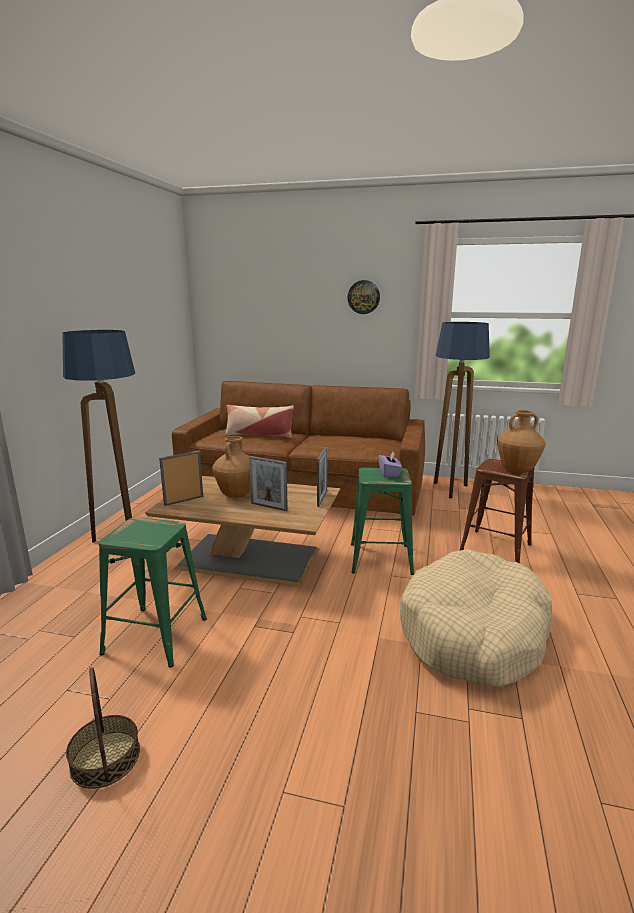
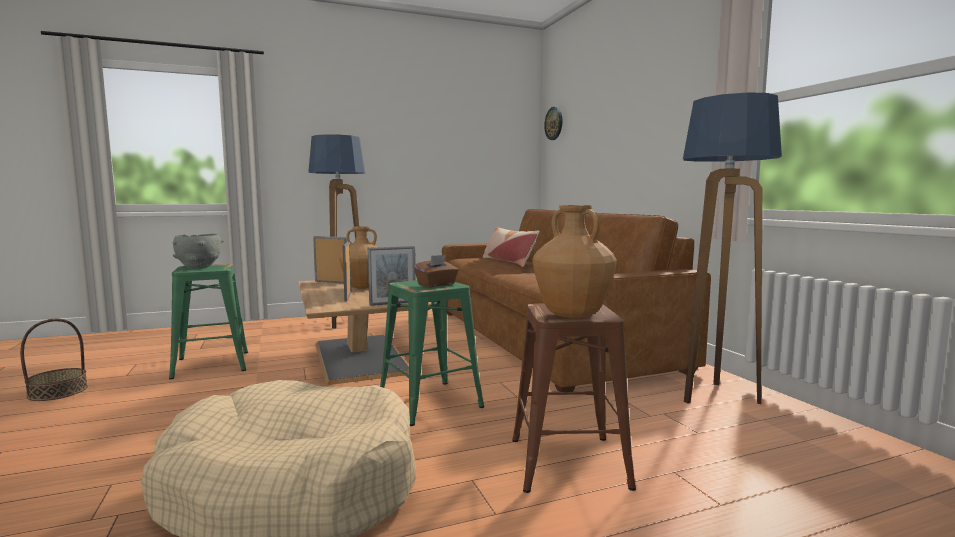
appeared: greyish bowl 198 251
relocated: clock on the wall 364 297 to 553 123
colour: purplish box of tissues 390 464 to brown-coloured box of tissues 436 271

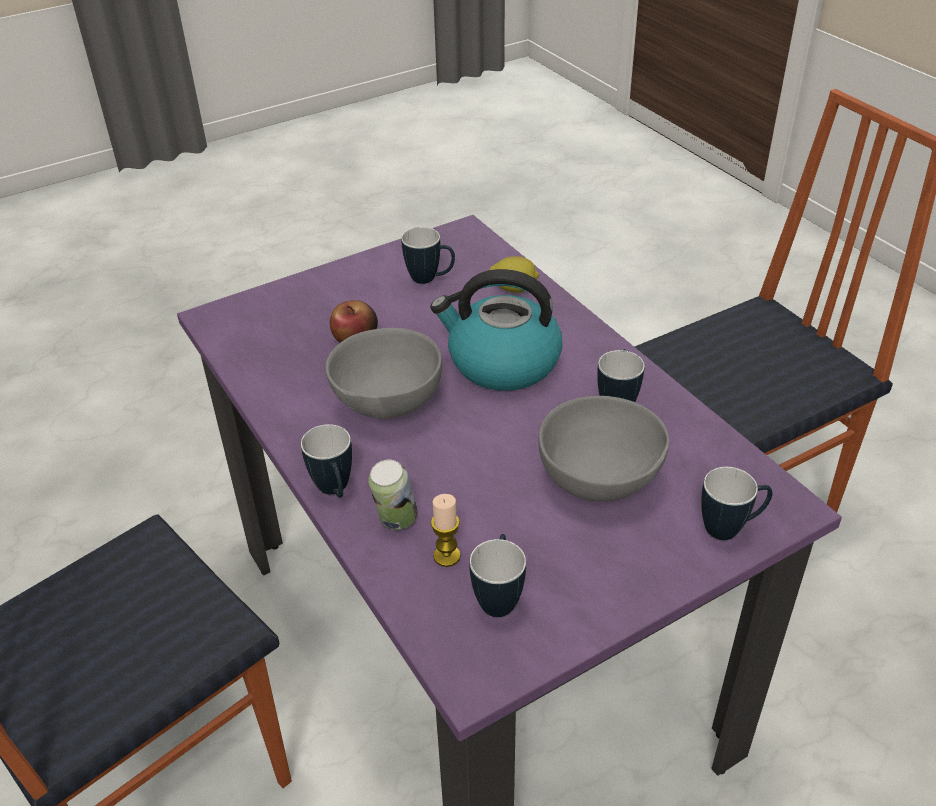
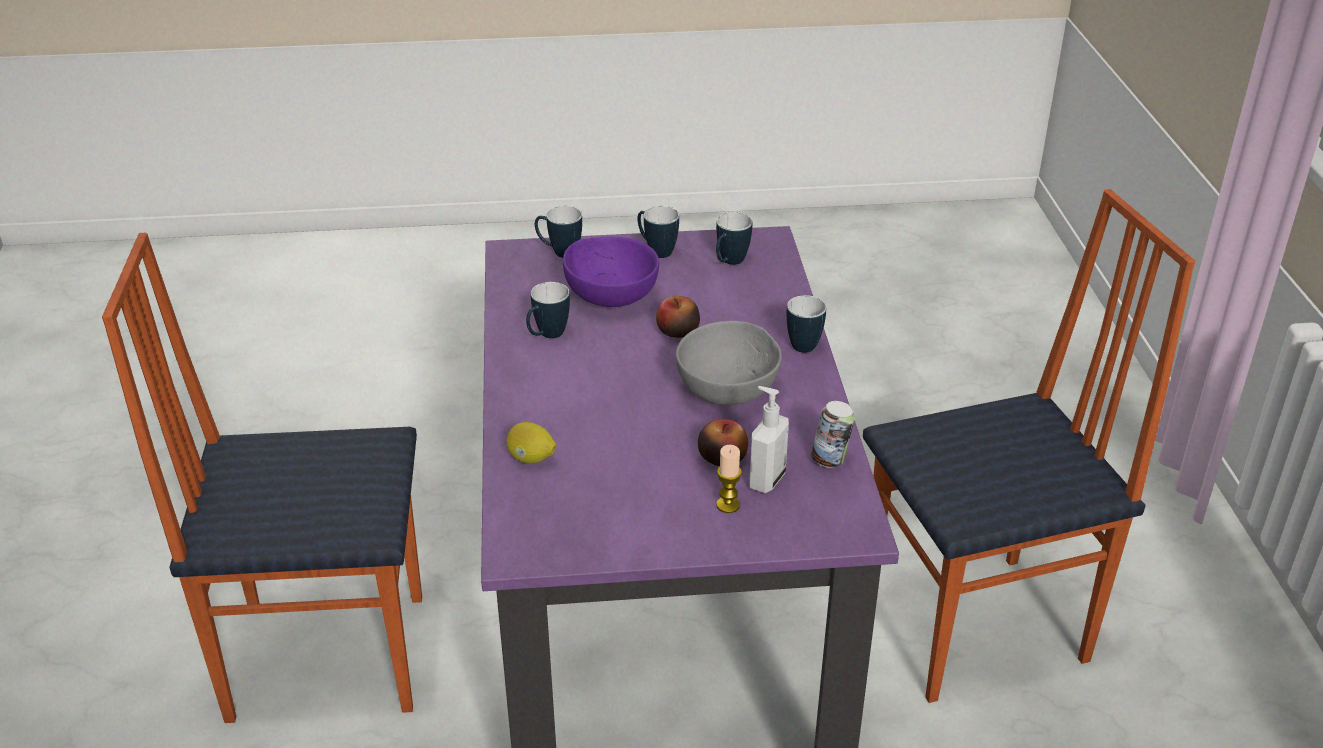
missing: kettle 496 330
appeared: apple fruit 678 317; soap dispenser 769 439
relocated: coffee mug 428 255 to 658 232; wax candle 446 530 to 729 479; metal can 393 495 to 833 434
colour: greyish bowl 604 449 to purplish bowl 611 271

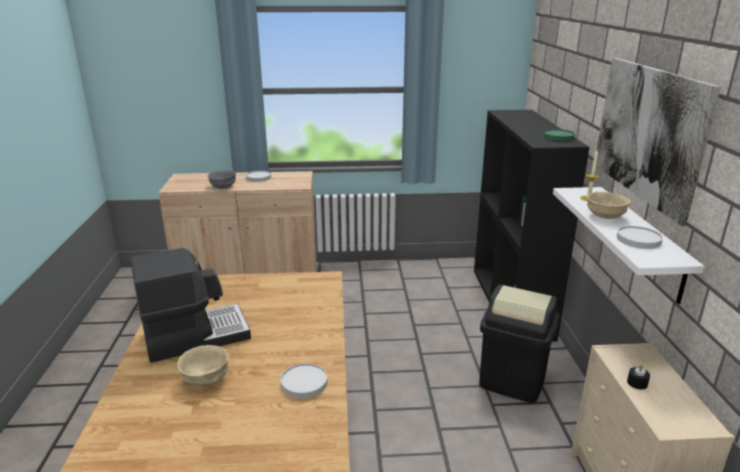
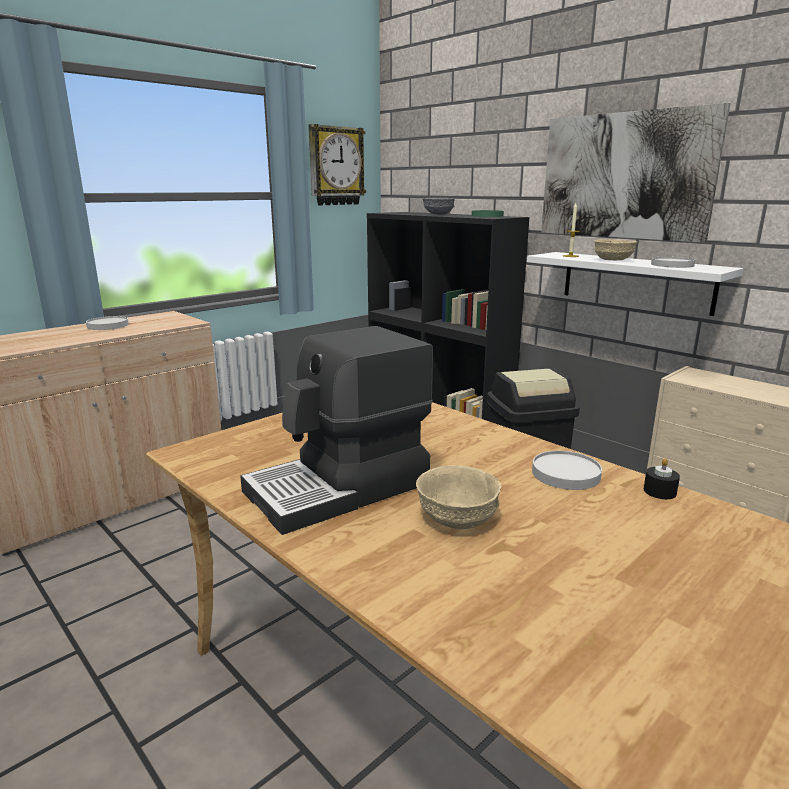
appeared: clock on the wall 337 164
relocated: greyish bowl 222 179 to 438 206; blackish wax candle 638 377 to 662 478
spun: coffee machine 190 305 = 336 430 150 degrees counterclockwise

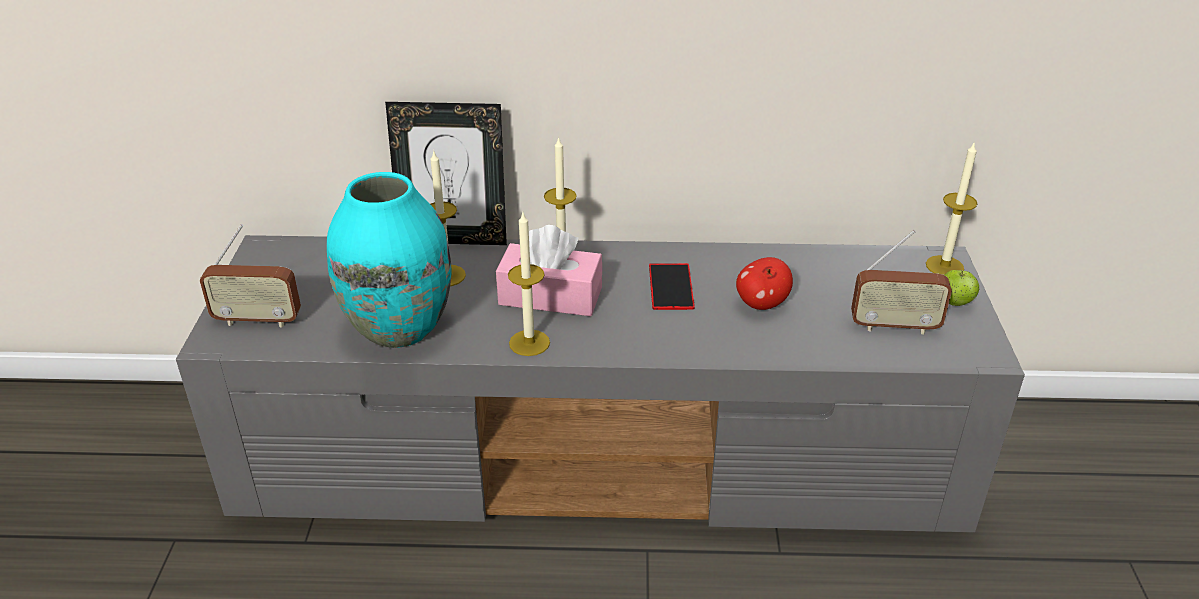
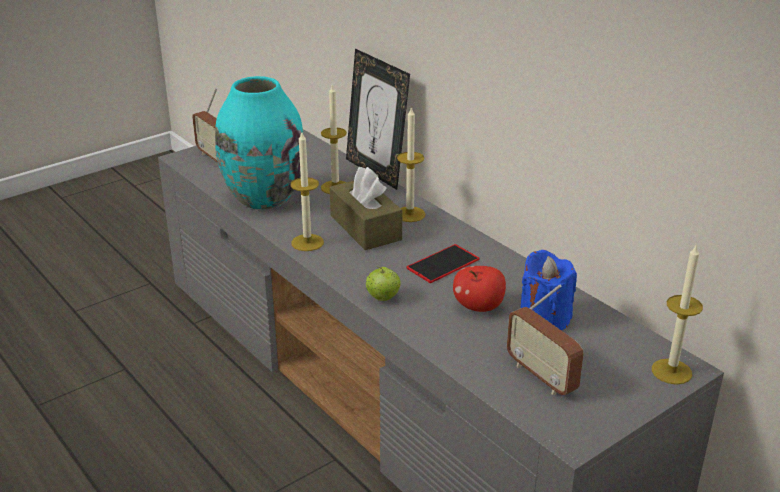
appeared: bluish wax candle 549 290
relocated: apple fruit 962 288 to 383 284
colour: pink box of tissues 549 270 to brown-coloured box of tissues 366 208

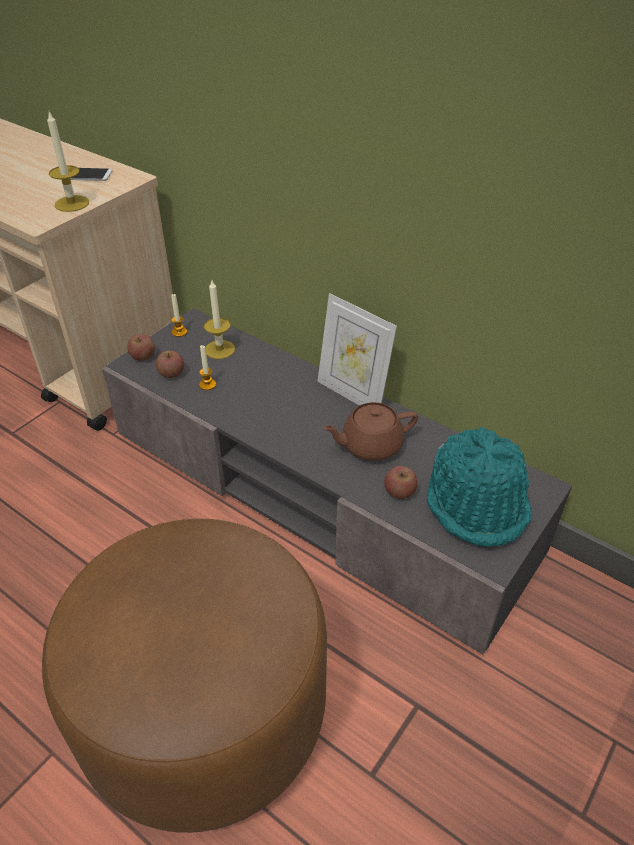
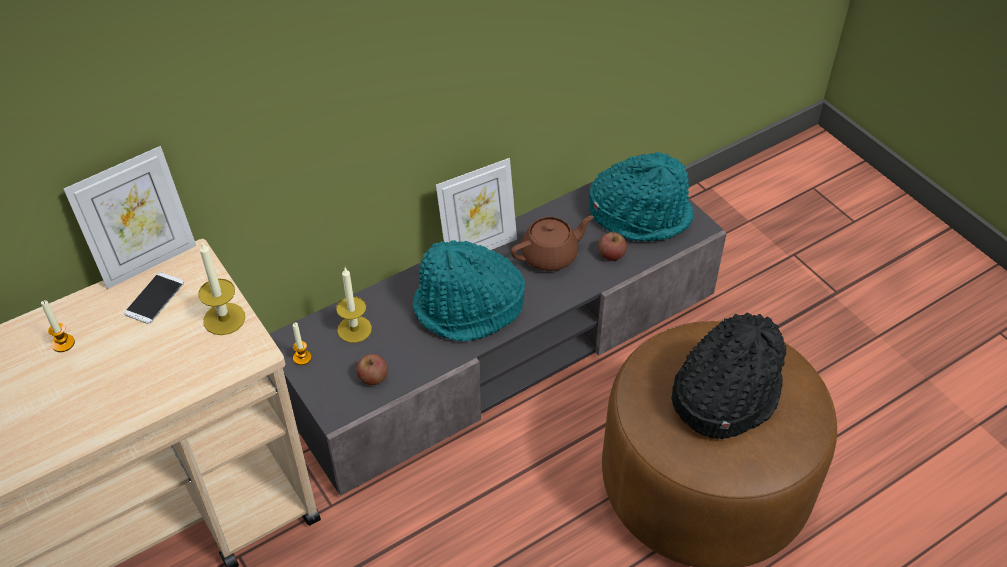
missing: apple fruit 141 347
appeared: standing frame 130 217; turquoise clothing hat 468 290; blackish clothing hat 729 376
relocated: wax candle 207 367 to 58 326
spun: brown-coloured teapot 370 431 = 552 243 120 degrees counterclockwise

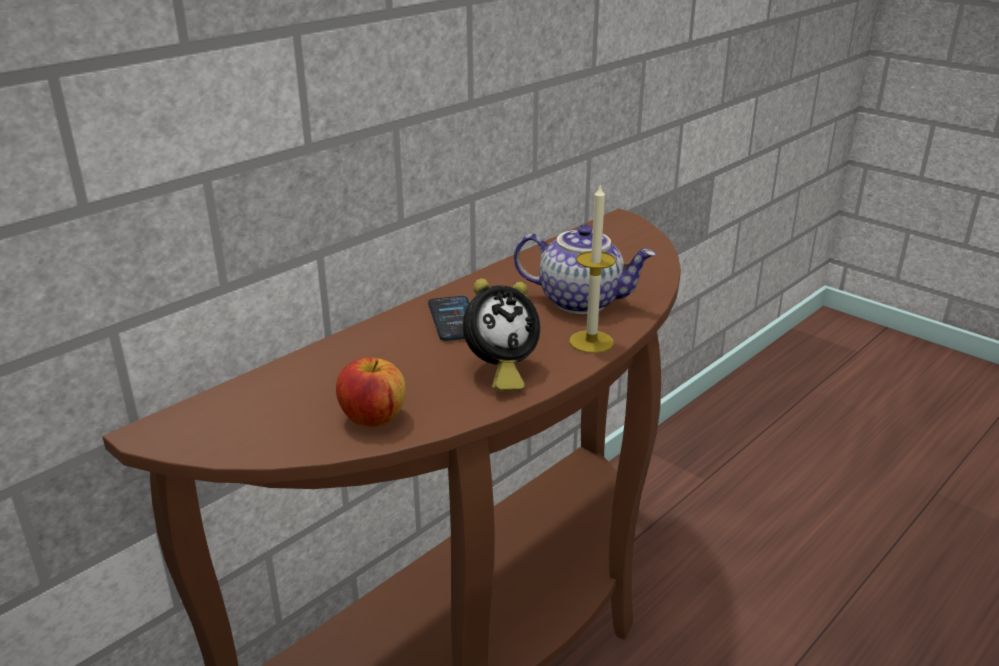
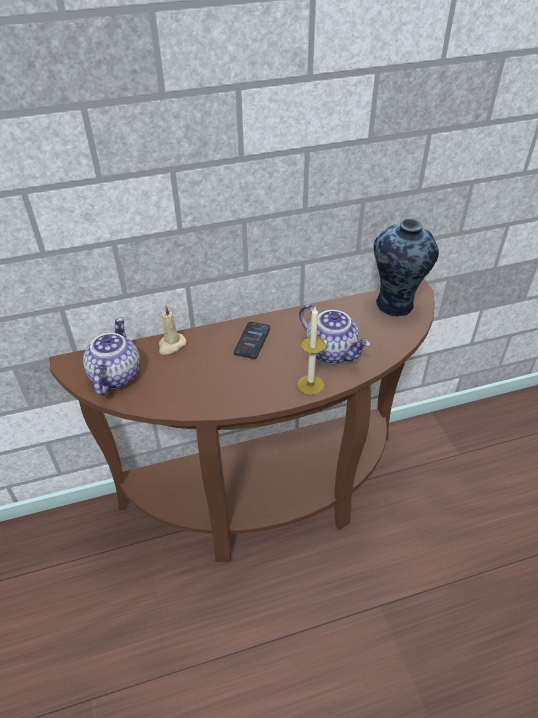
missing: apple fruit 371 392; alarm clock 501 335
appeared: teapot 111 357; beige-coloured wax candle 172 330; decorative vase 406 267

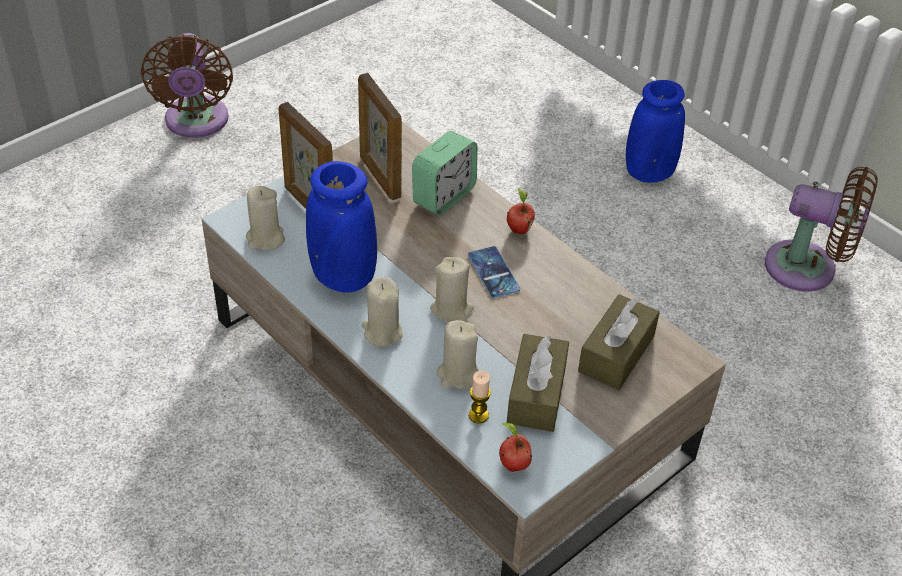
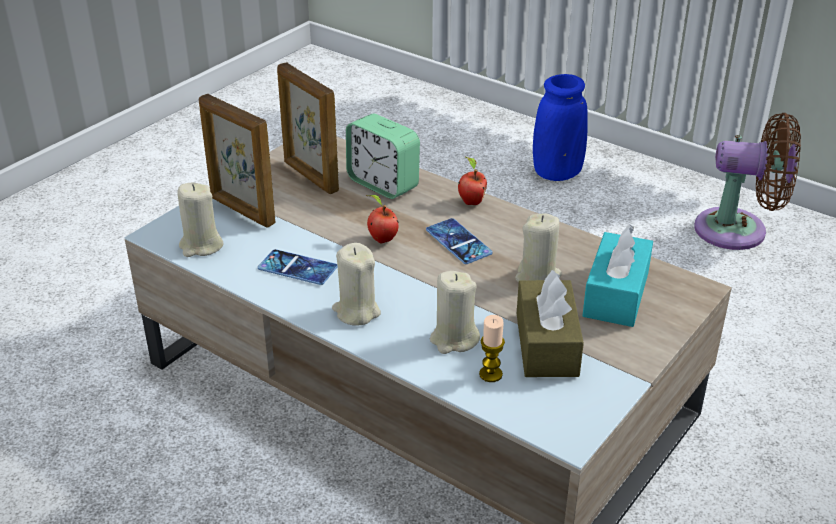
missing: brown-coloured fan 187 85
relocated: apple fruit 515 447 to 382 219; beige-coloured wax candle 452 289 to 538 247
exchanged: bluish decorative vase 341 227 to handset 298 267
colour: brown-coloured box of tissues 619 342 to turquoise box of tissues 617 275
spun: alarm clock 444 173 = 383 156 105 degrees clockwise

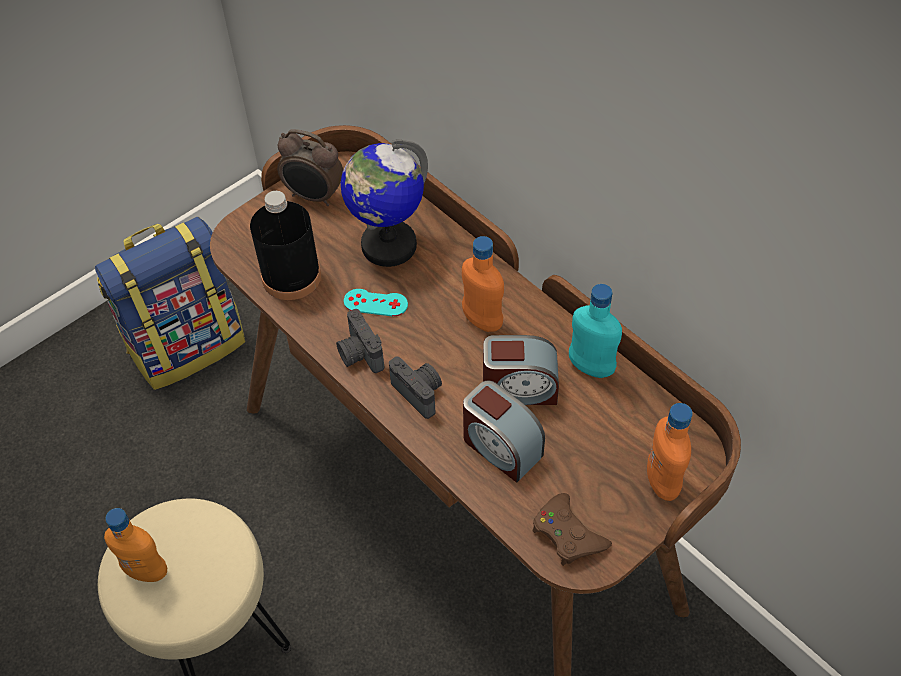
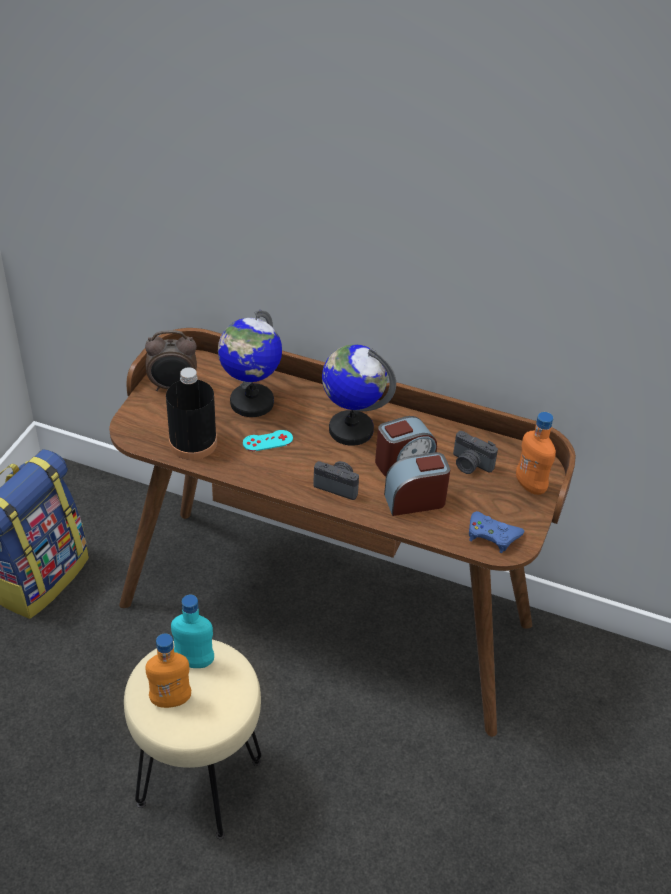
relocated: turquoise beverage bottle 595 331 to 192 631; photo camera 360 341 to 475 452
exchanged: orange-coloured beverage bottle 483 284 to world globe 359 395
colour: brown-coloured joypad 572 529 to bluish joypad 496 532
spun: alarm clock 504 432 = 417 484 150 degrees clockwise

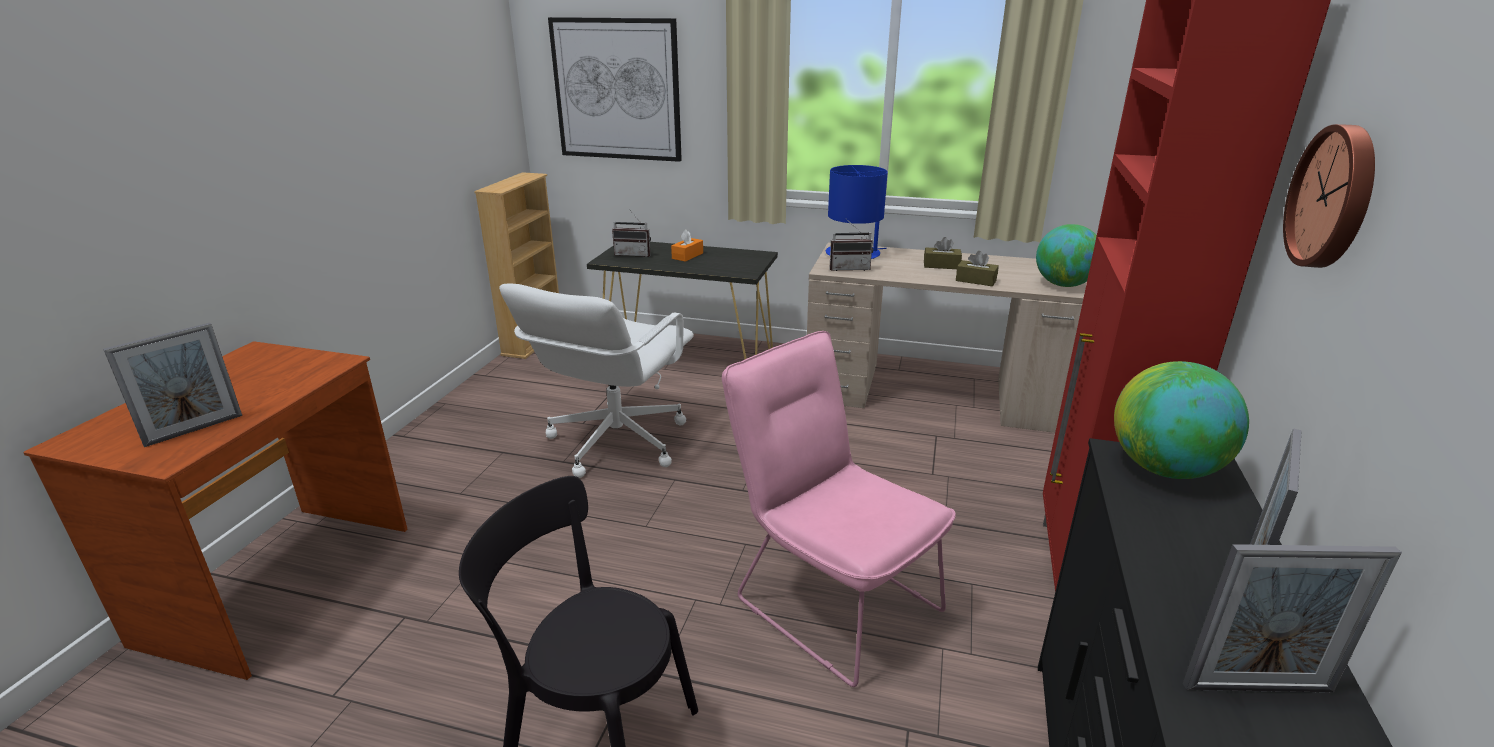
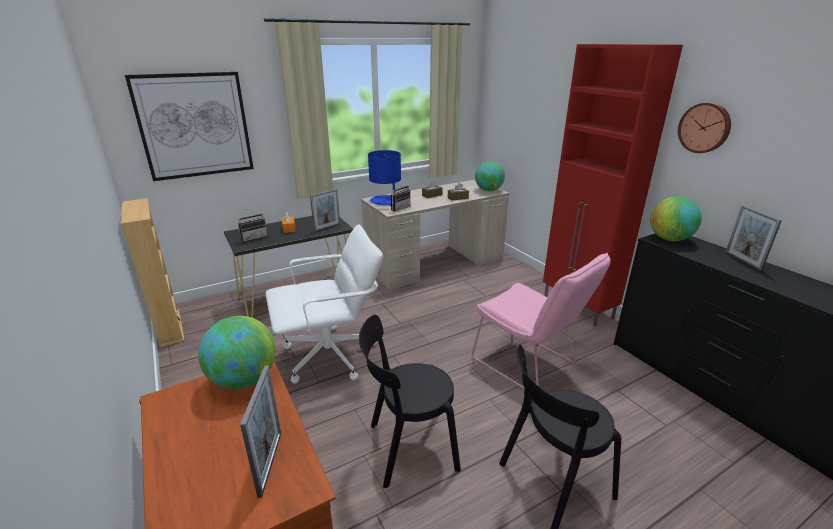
appeared: world globe 237 352; blackish upright chair 410 401
relocated: standing frame 1292 618 to 325 210
spun: whitish office chair 596 380 = 324 304 90 degrees counterclockwise; pink upright chair 839 509 = 541 321 135 degrees counterclockwise

